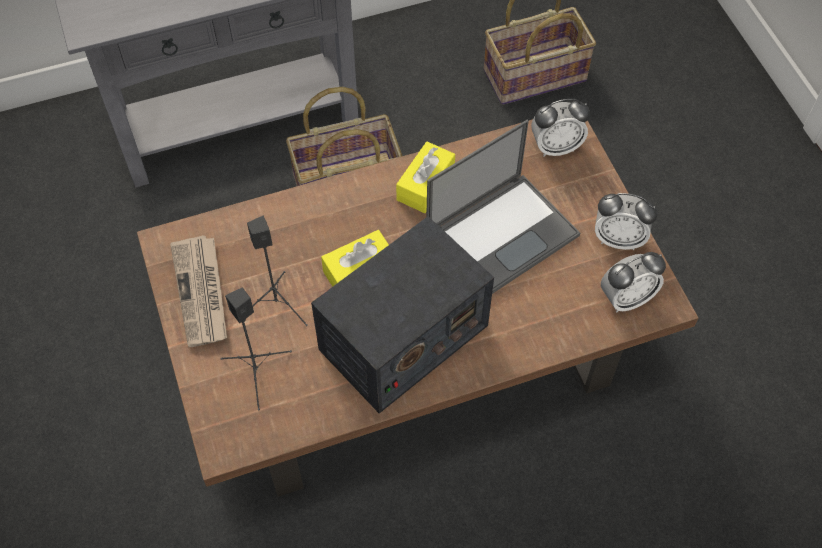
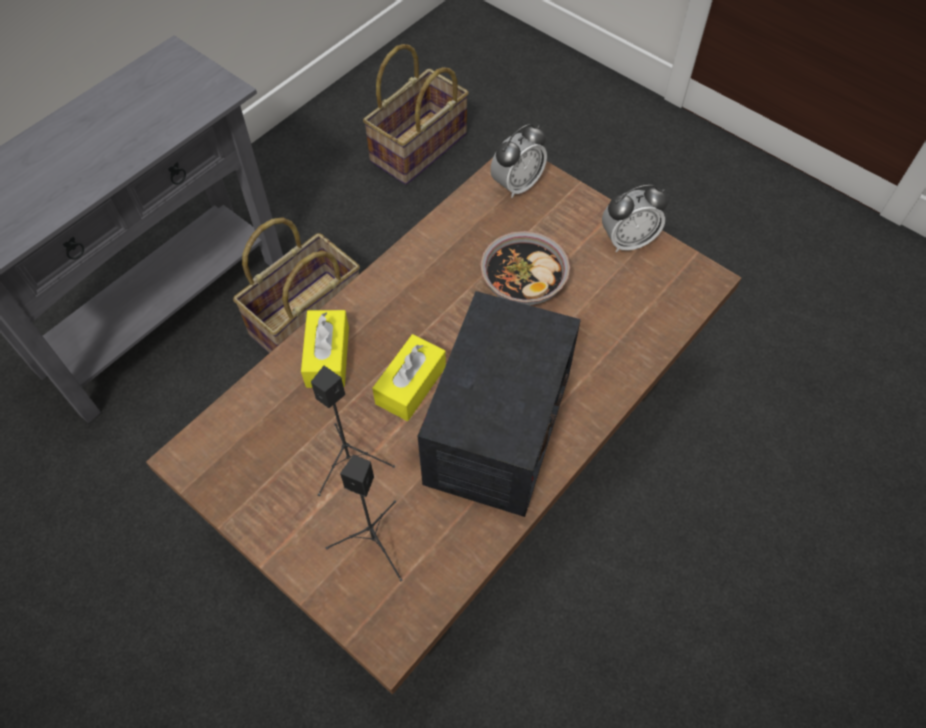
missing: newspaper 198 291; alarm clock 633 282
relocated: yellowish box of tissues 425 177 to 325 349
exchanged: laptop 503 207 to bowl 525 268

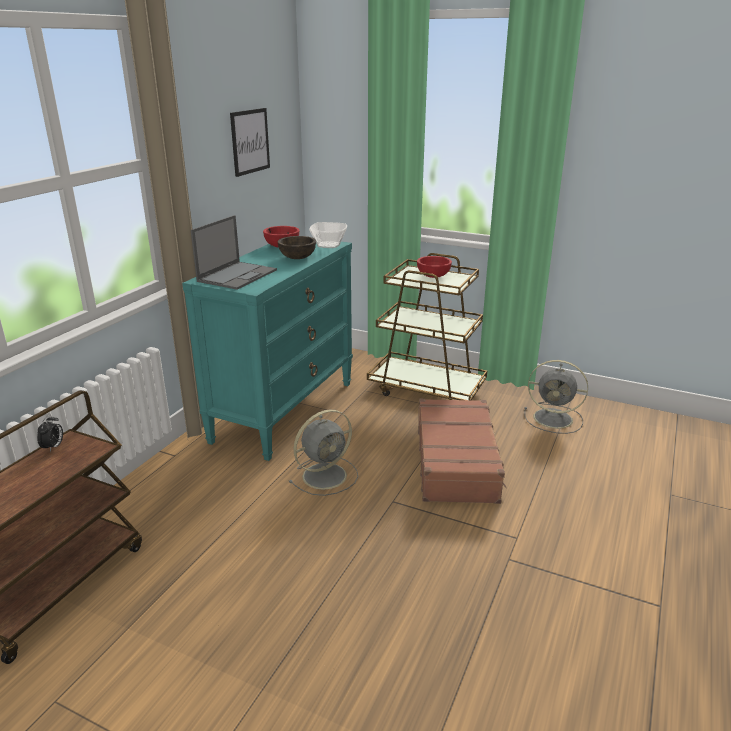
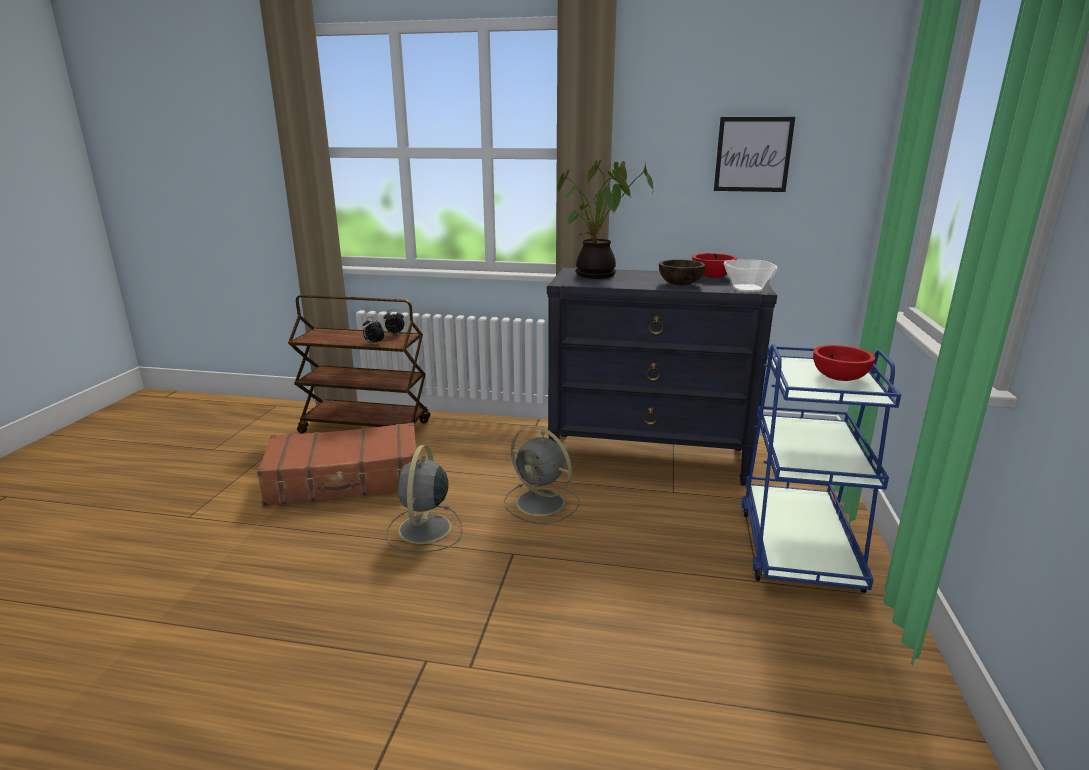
appeared: alarm clock 373 331
relocated: brown-coloured piece of luggage 462 451 to 336 464; greyish fan 556 397 to 424 498
exchanged: laptop 234 252 to potted plant 605 219
colour: turquoise dresser 267 351 to blackish dresser 662 377; brown-coloured trolley 427 326 to bluish trolley 821 468

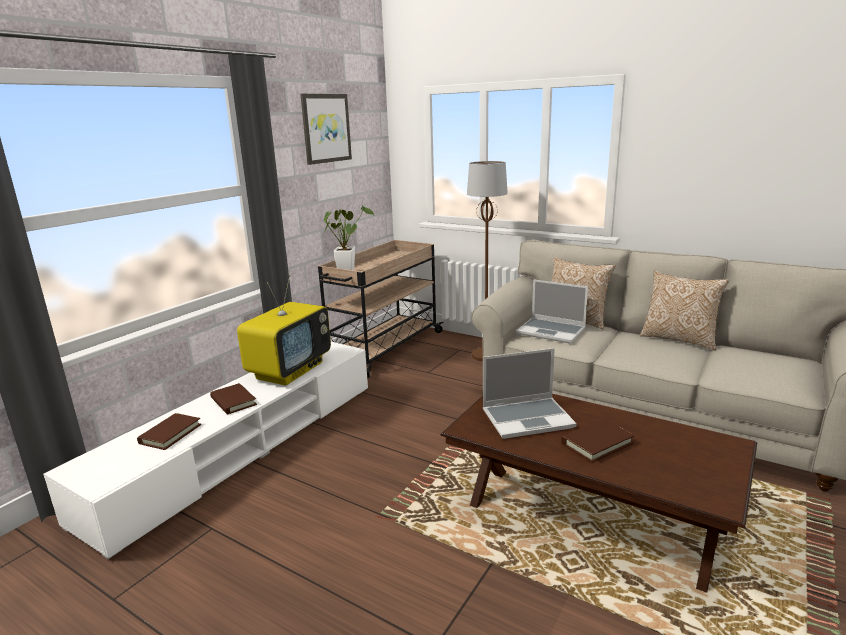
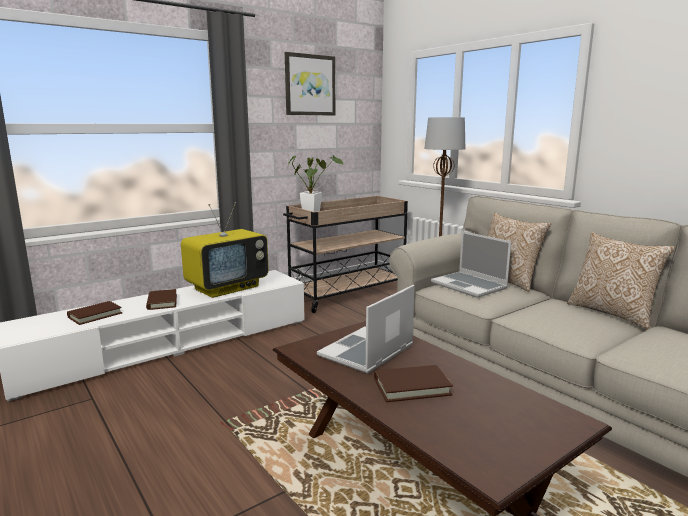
spun: laptop 530 393 = 366 329 120 degrees clockwise

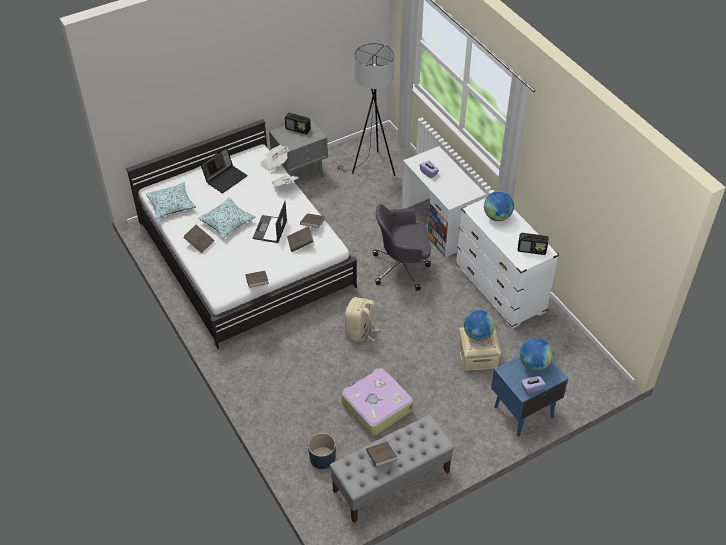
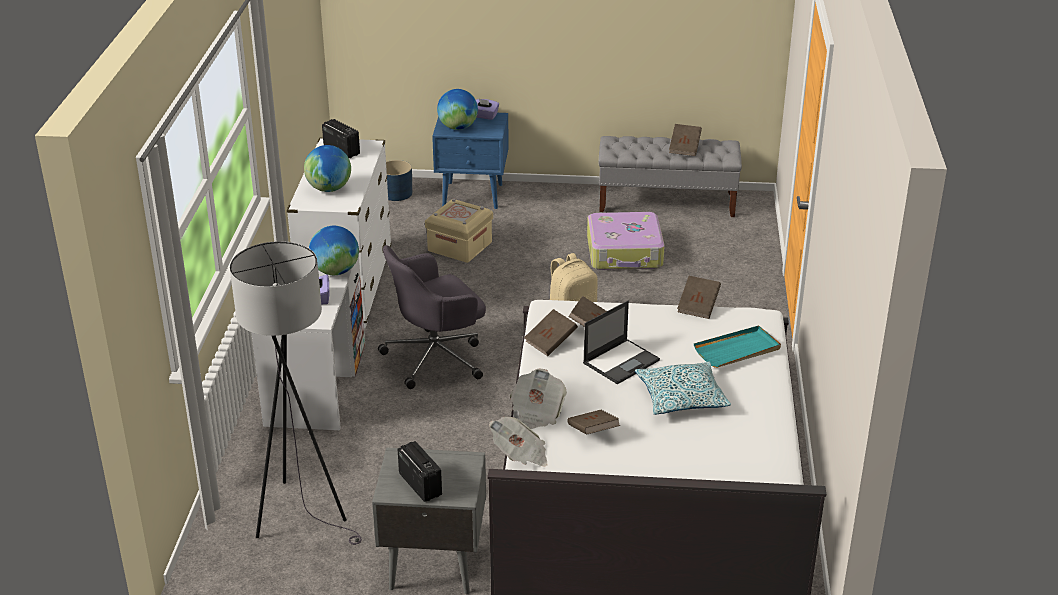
missing: throw pillow 171 200; laptop 224 170
appeared: turquoise carrying tray 737 347
relocated: world globe 479 325 to 334 250; bluish plant pot 322 451 to 399 180; brown-coloured book 199 239 to 593 422
spun: greyish office chair 402 247 = 432 317 120 degrees clockwise

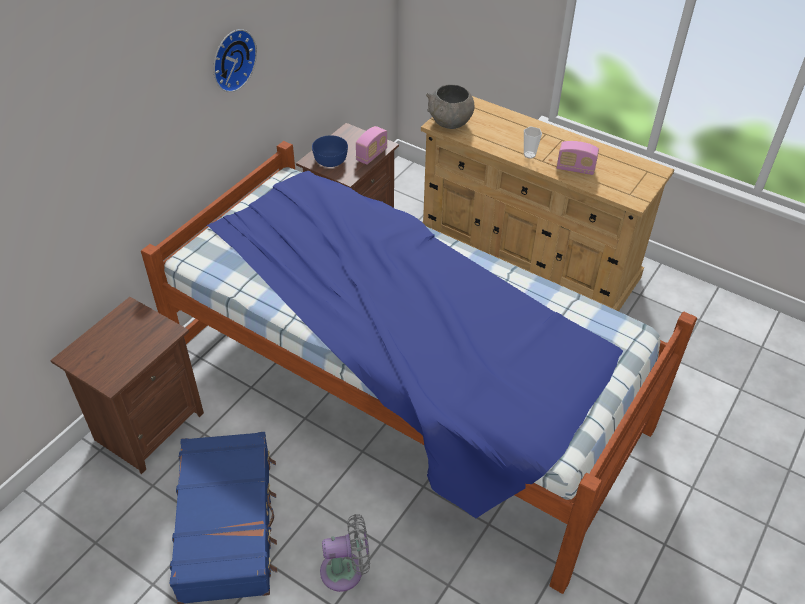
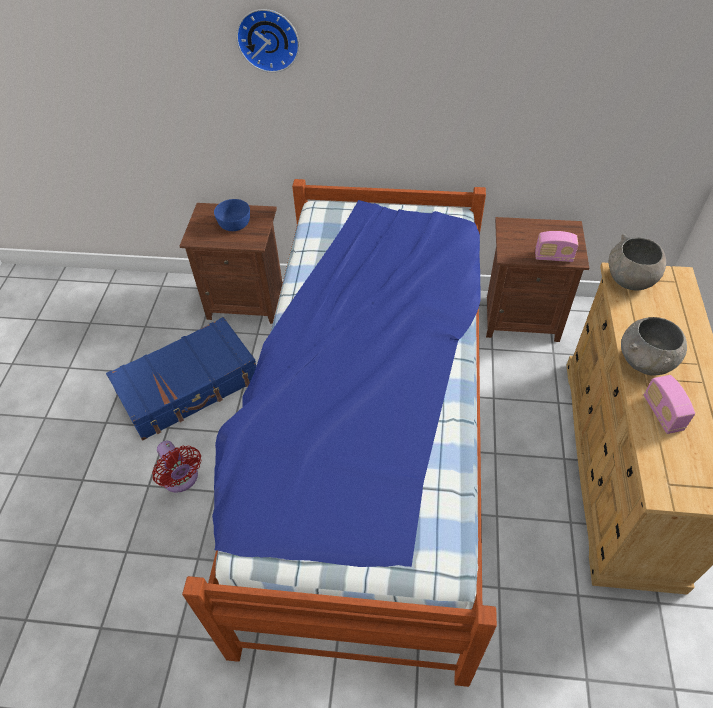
relocated: bluish bowl 330 151 to 232 215; clock on the wall 235 60 to 267 41
exchanged: drinking cup 533 142 to greyish bowl 654 346
colour: greyish fan 345 553 to red fan 176 467

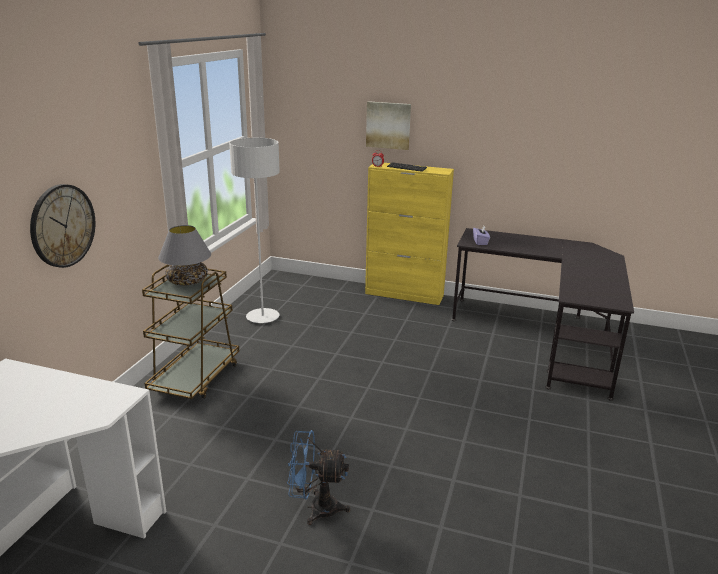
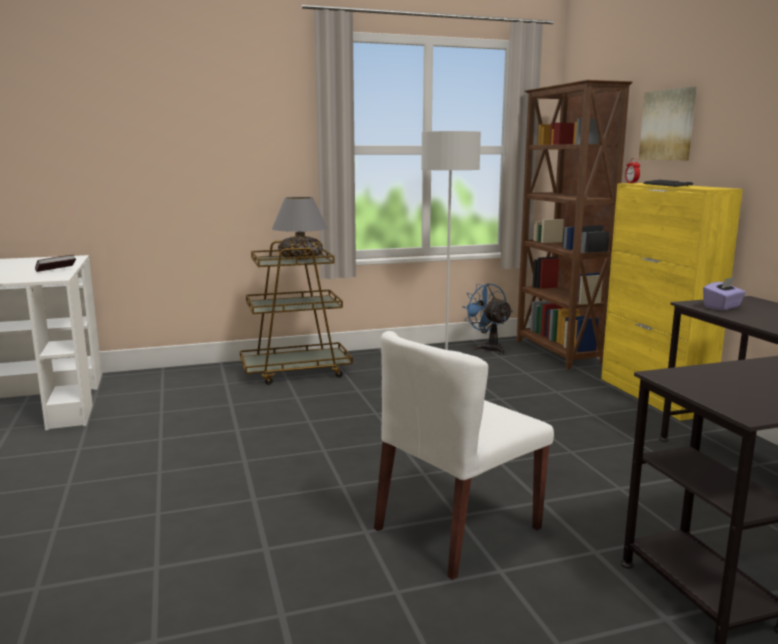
missing: clock on the wall 62 226
appeared: book 55 263; whitish upright chair 464 455; brown-coloured bookcase 574 224
relocated: bluish fan 319 477 to 487 318

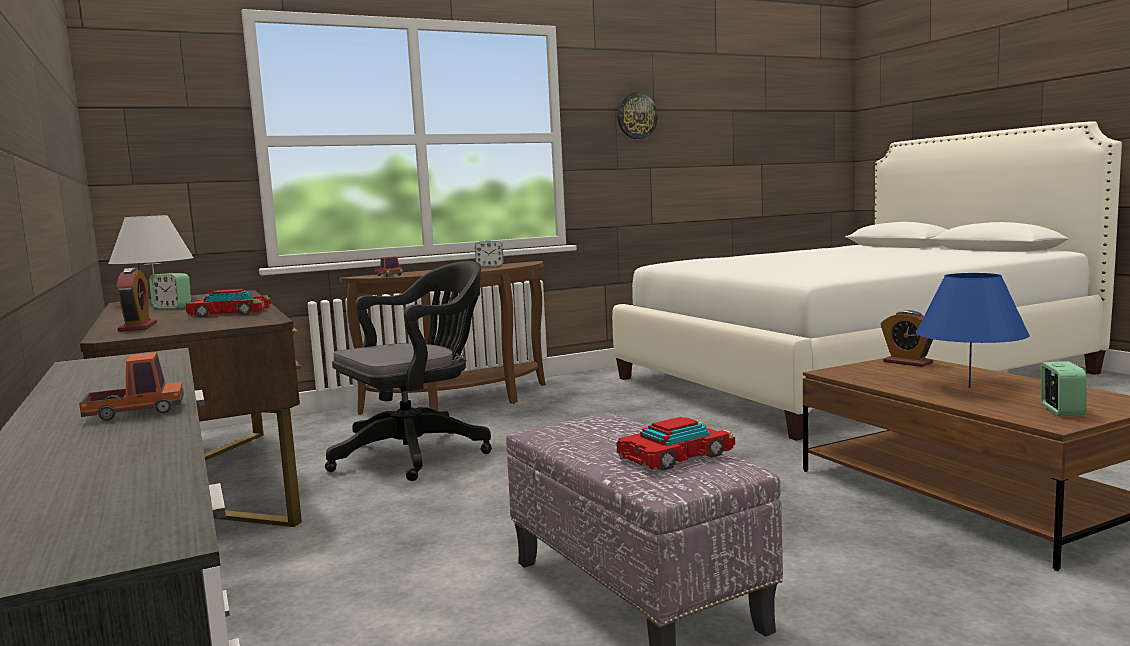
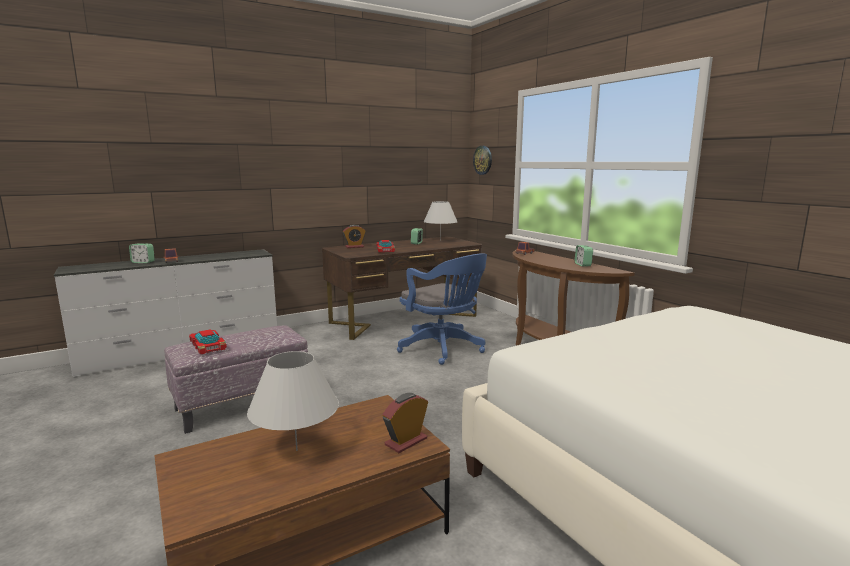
relocated: alarm clock 1064 388 to 142 253; clock on the wall 637 115 to 482 160
colour: bluish table lamp 973 330 to whitish table lamp 293 401; blackish office chair 408 371 to bluish office chair 442 309

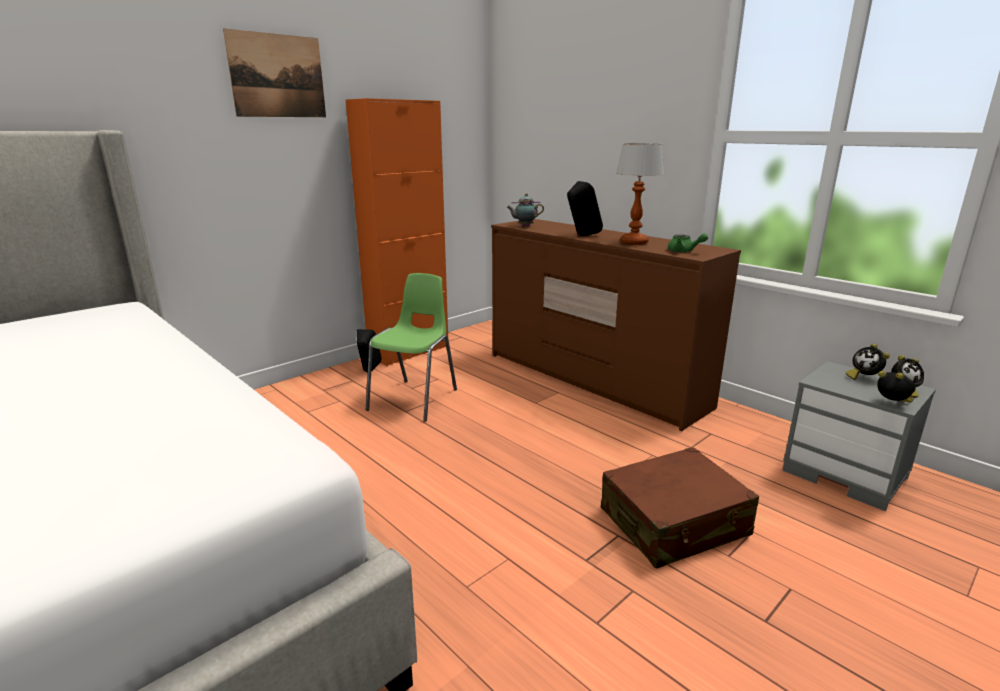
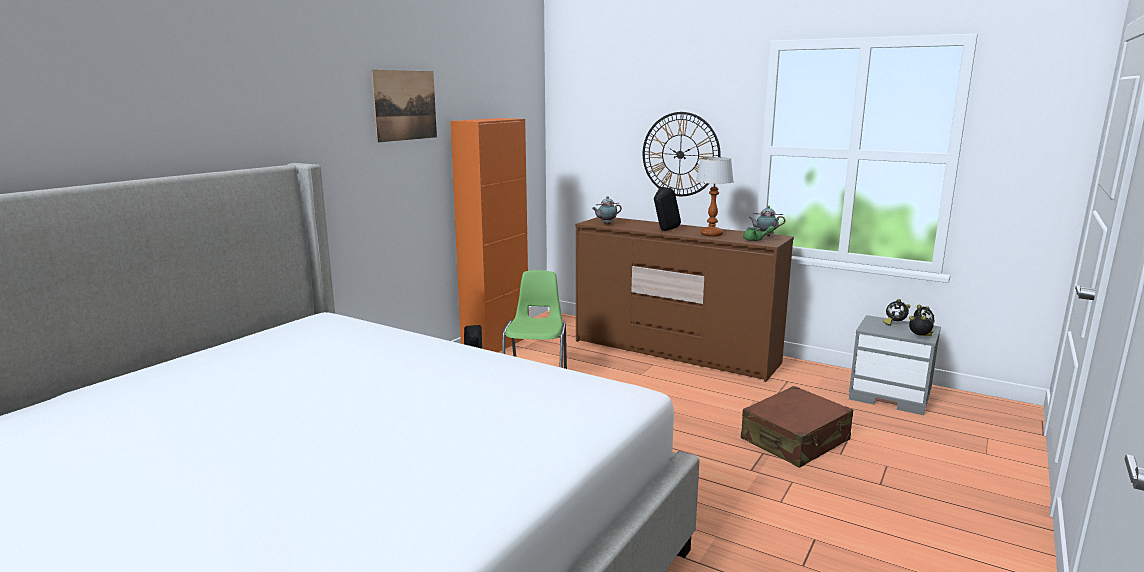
appeared: clock on the wall 682 154; teapot 766 221

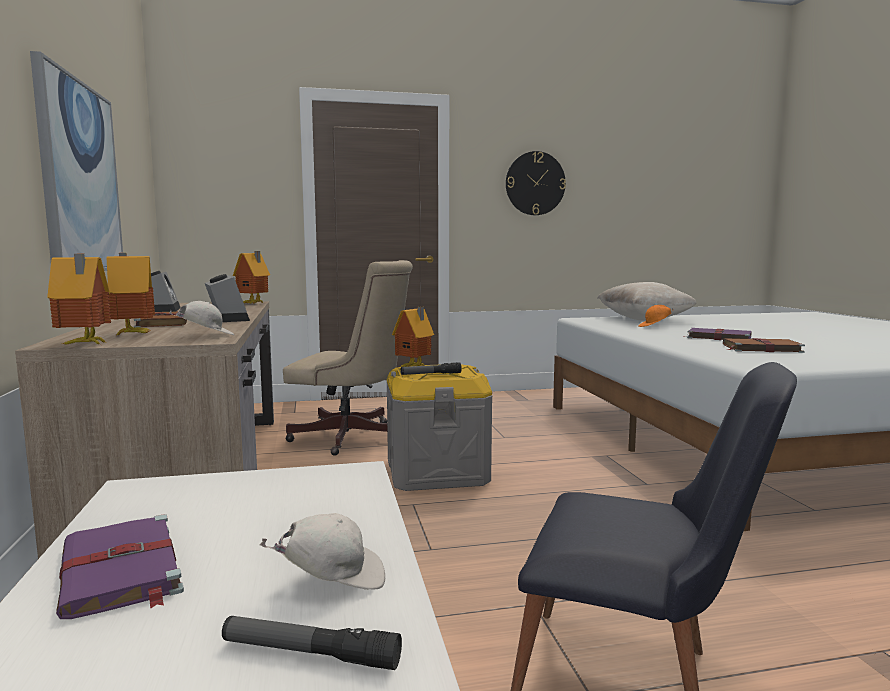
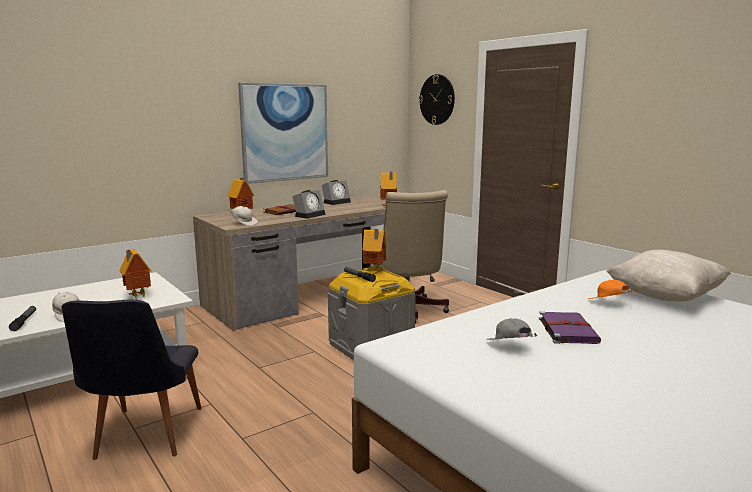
missing: purplish book 120 566
relocated: toy house 79 299 to 135 273; clock on the wall 536 183 to 437 99
exchanged: brown-coloured book 764 345 to greyish peaked cap 511 329

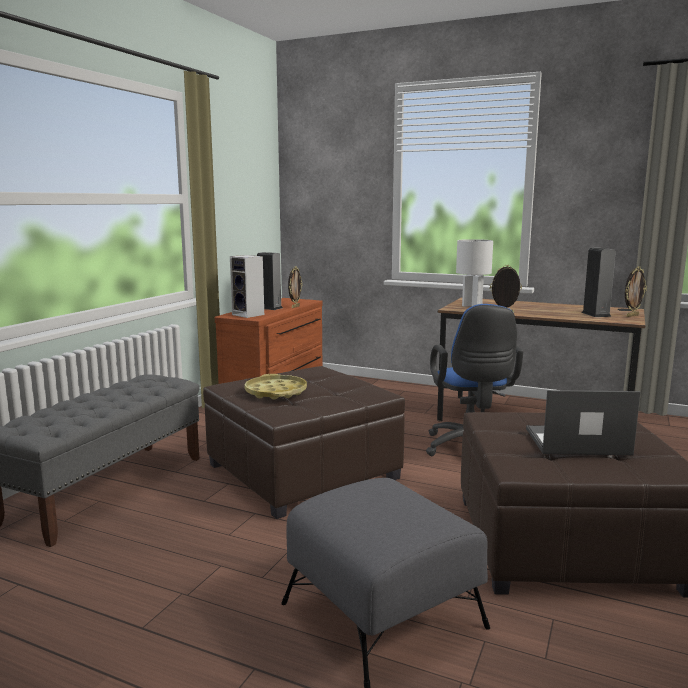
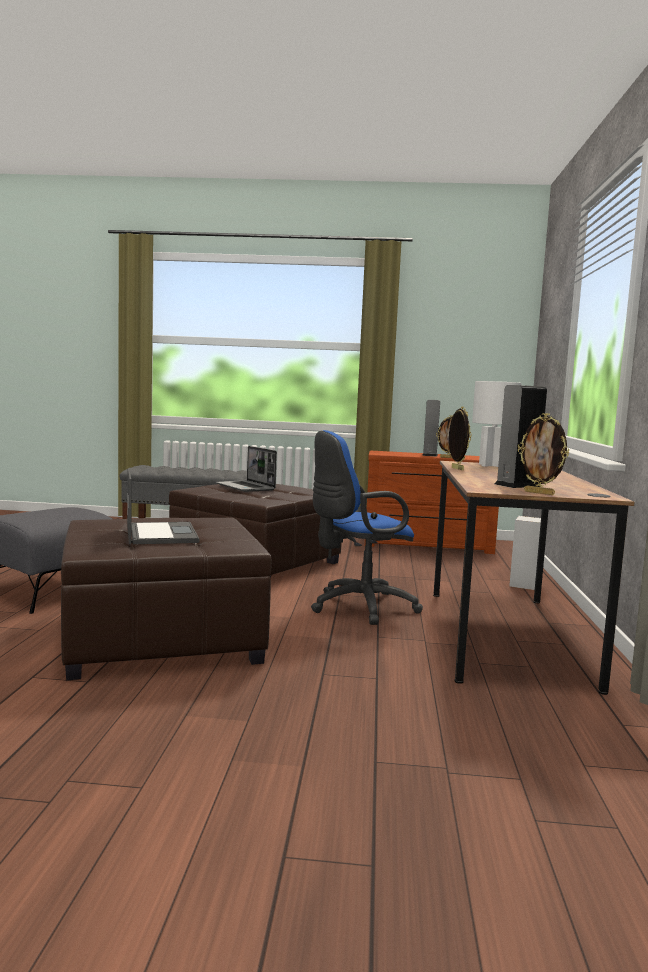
relocated: audio speaker 247 286 to 525 553
exchanged: yellowish carrying tray 275 387 to laptop 246 469

